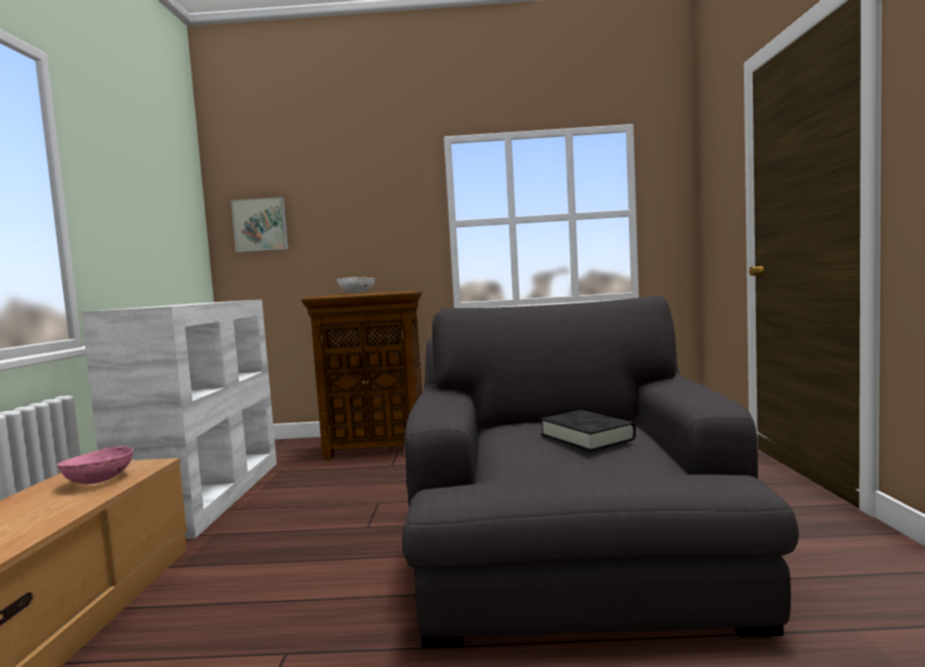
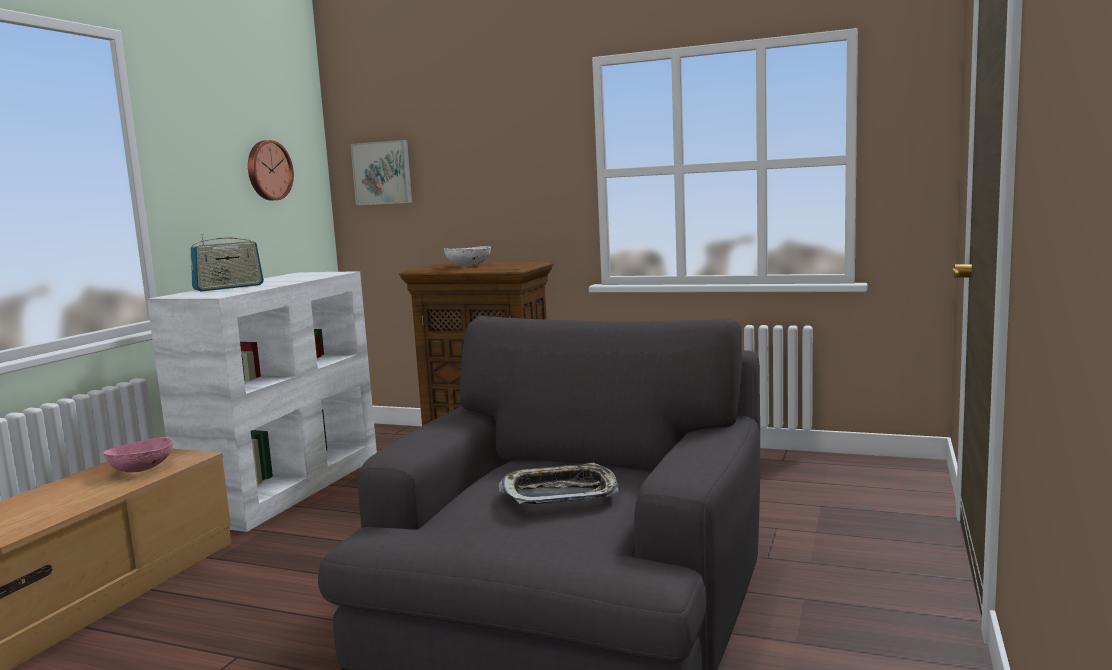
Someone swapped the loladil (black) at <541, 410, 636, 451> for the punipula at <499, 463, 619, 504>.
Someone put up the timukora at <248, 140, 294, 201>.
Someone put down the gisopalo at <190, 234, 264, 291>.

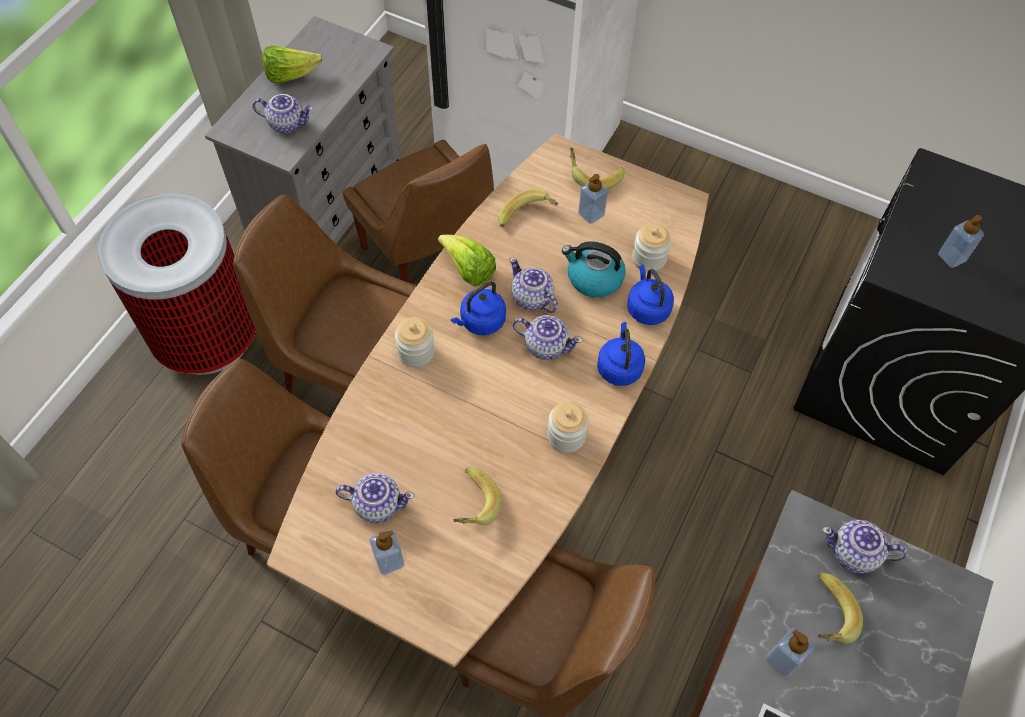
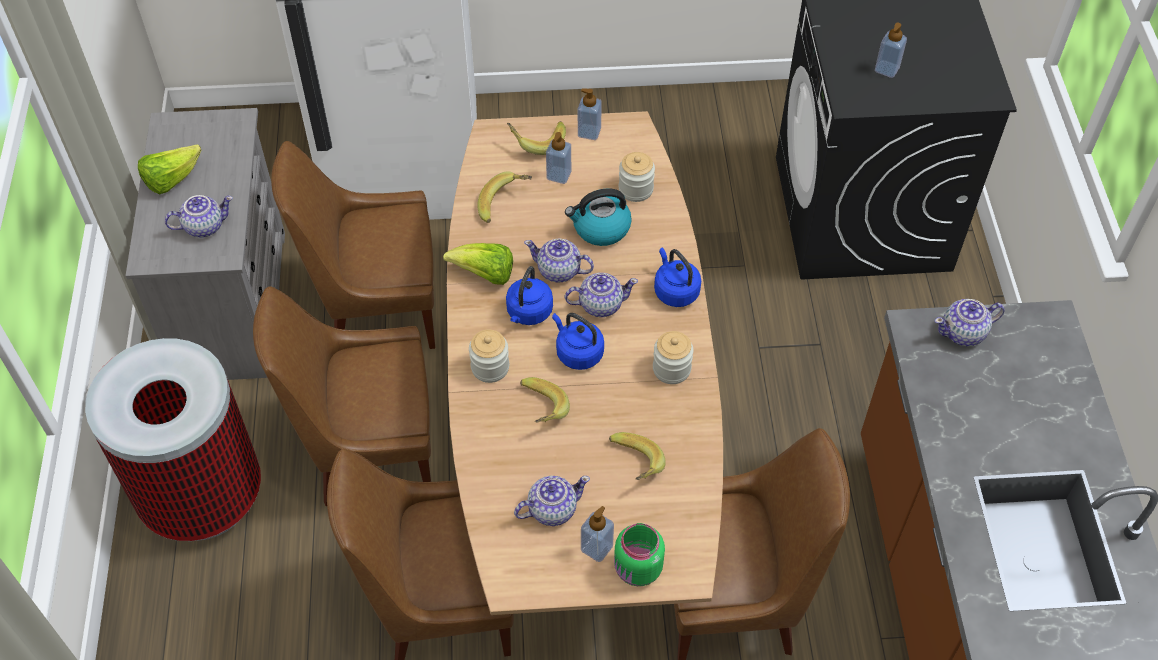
Someone rotated the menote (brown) at <342, 140, 494, 283> by 150 degrees clockwise.
Someone carried the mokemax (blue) from <627, 264, 674, 325> to <552, 313, 604, 370>.
Someone carried the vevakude from <817, 573, 863, 644> to <520, 377, 570, 422>.
Someone carried the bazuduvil from <766, 628, 815, 677> to <578, 89, 602, 140>.
Someone put down the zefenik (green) at <614, 523, 665, 586>.

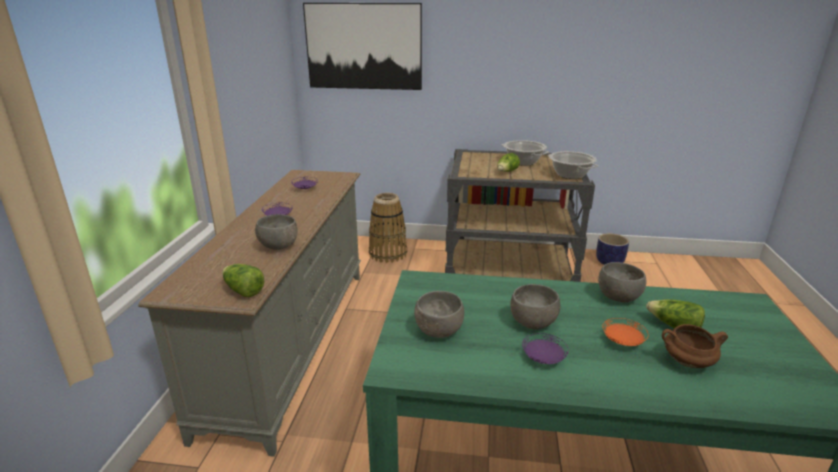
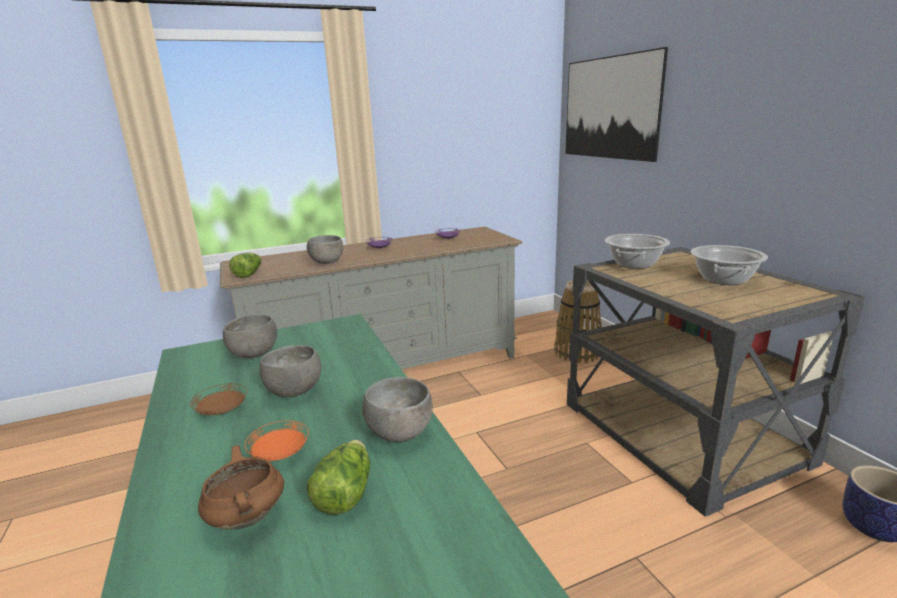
Someone carried the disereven from <548, 151, 598, 179> to <605, 234, 670, 269>.
Someone took away the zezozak at <497, 153, 520, 172>.
Someone repainted the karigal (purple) at <522, 333, 569, 364>, which became the karigal (brown) at <190, 383, 247, 415>.

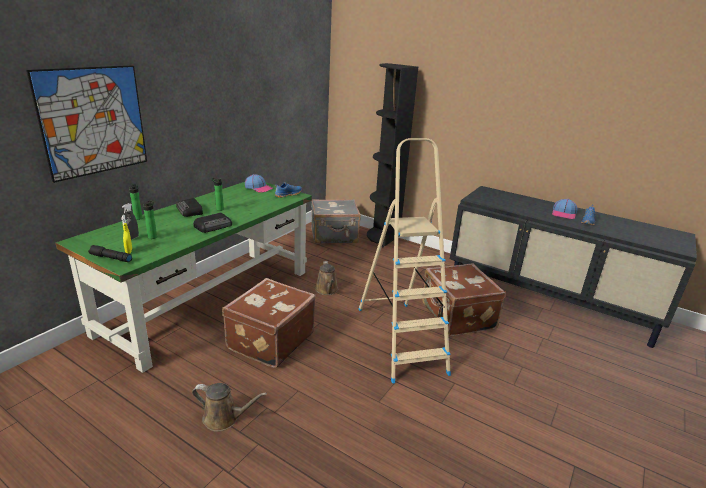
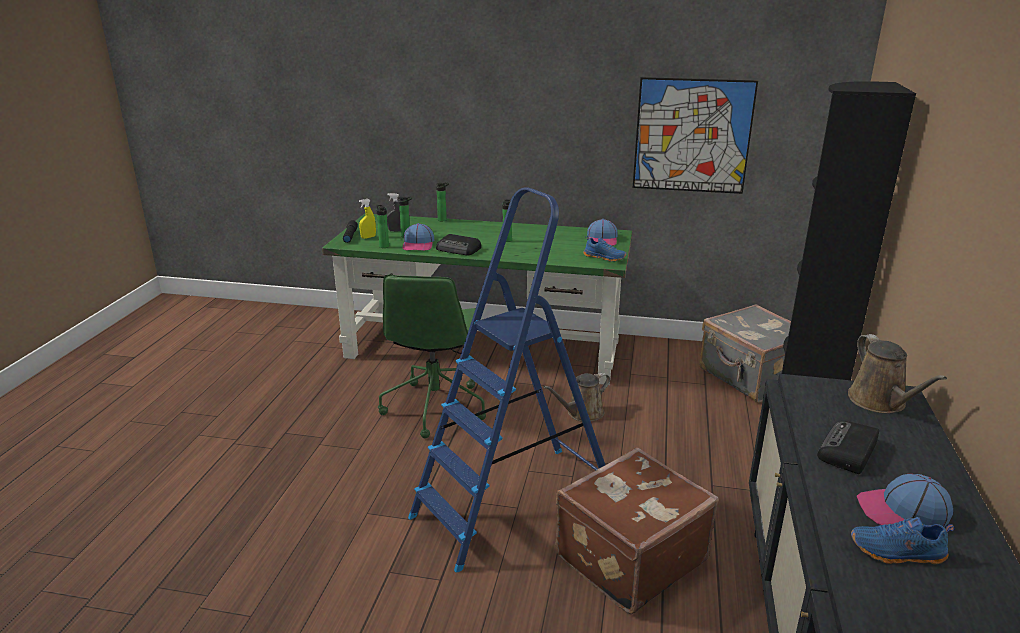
Someone carried the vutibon from <26, 65, 147, 183> to <633, 77, 758, 194>.
Someone repainted the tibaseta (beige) at <359, 138, 451, 383>, which became the tibaseta (blue) at <408, 187, 605, 573>.
Someone carried the gisopalo from <177, 198, 203, 217> to <817, 421, 879, 474>.
Someone swapped the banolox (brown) at <222, 278, 316, 368> for the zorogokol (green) at <378, 275, 486, 439>.
Someone carried the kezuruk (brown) from <192, 383, 267, 432> to <848, 334, 947, 413>.
Someone put down the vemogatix at <376, 205, 389, 248>.
Someone put down the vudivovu at <403, 223, 434, 251>.

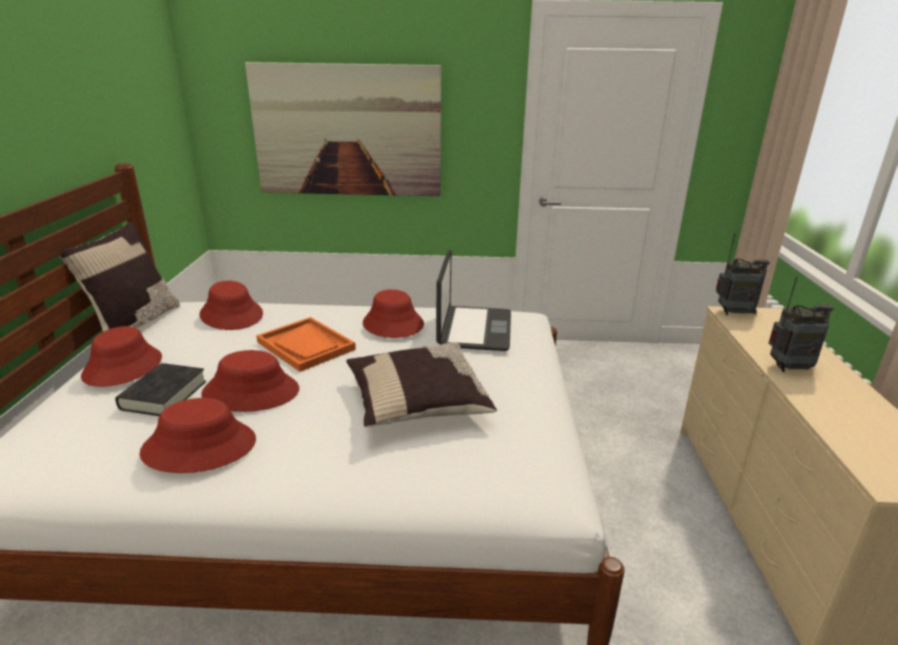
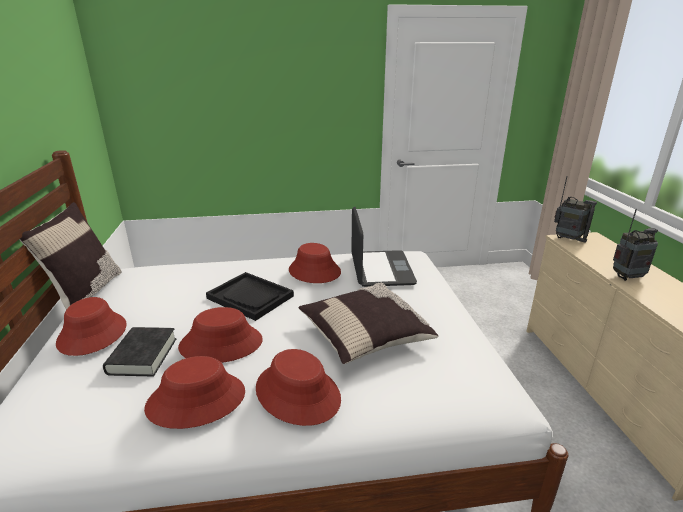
Someone took away the vutibon at <245, 62, 441, 196>.
Someone rotated the gisopalo at <716, 233, 770, 315> by 45 degrees clockwise.
Someone carried the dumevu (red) from <199, 281, 263, 330> to <256, 349, 341, 426>.
Someone repainted the punipula (orange) at <256, 317, 356, 372>, which became the punipula (black) at <206, 272, 294, 321>.

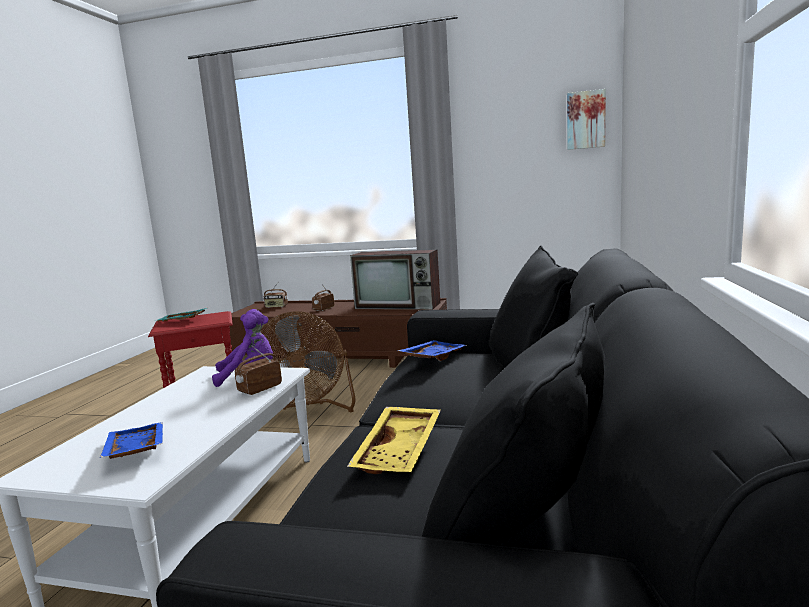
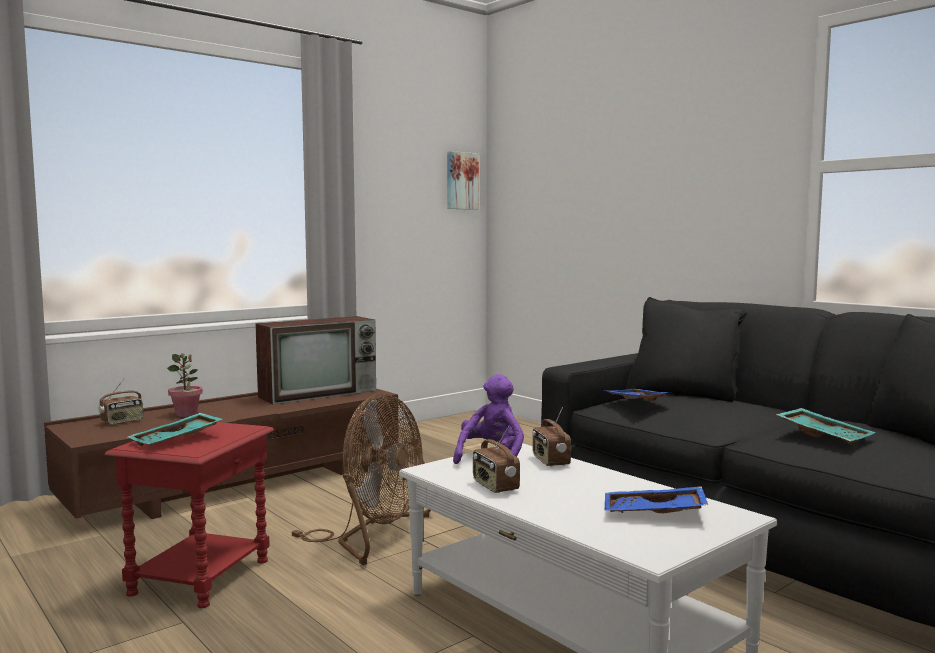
Someone carried the gisopalo from <312, 286, 334, 311> to <473, 426, 520, 493>.
Someone repainted the punipula (yellow) at <347, 407, 441, 474>, which became the punipula (turquoise) at <776, 408, 876, 445>.
Someone put down the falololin at <167, 353, 203, 417>.

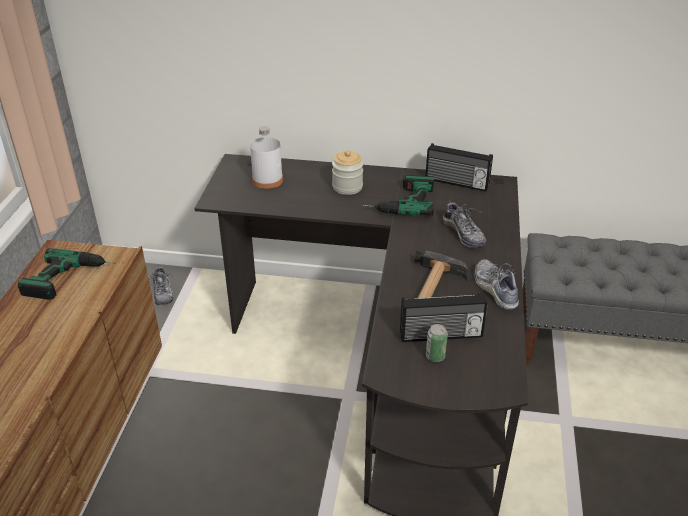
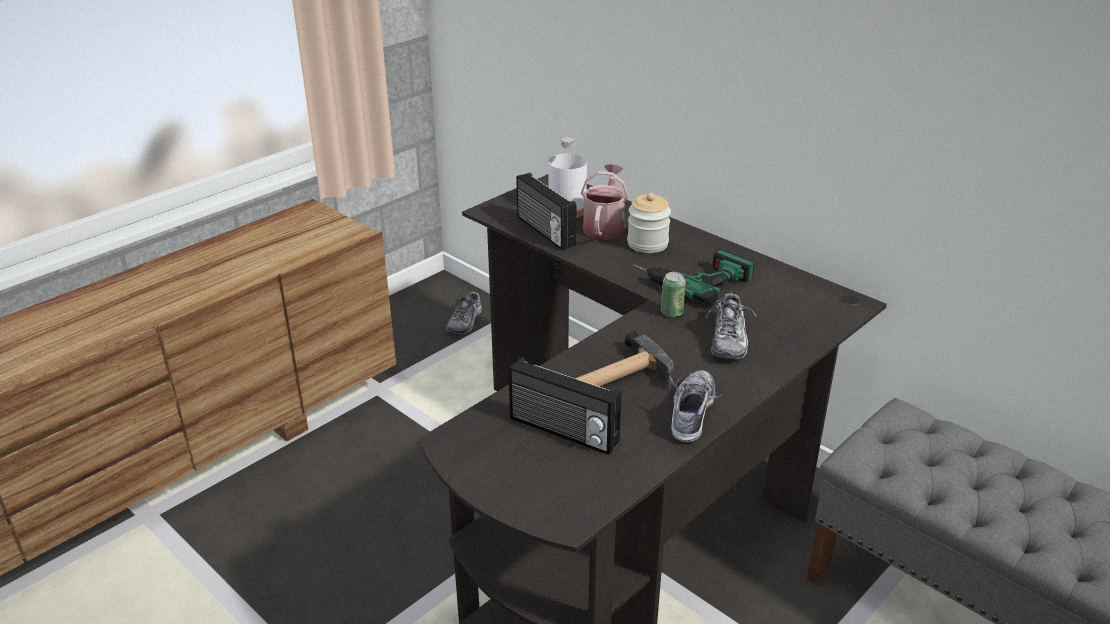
Someone carried the gisopalo from <426, 143, 493, 192> to <516, 173, 576, 250>.
Someone took away the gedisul at <18, 248, 118, 300>.
Someone carried the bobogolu from <426, 324, 448, 362> to <661, 272, 686, 317>.
Someone put down the kezuruk at <581, 164, 629, 240>.

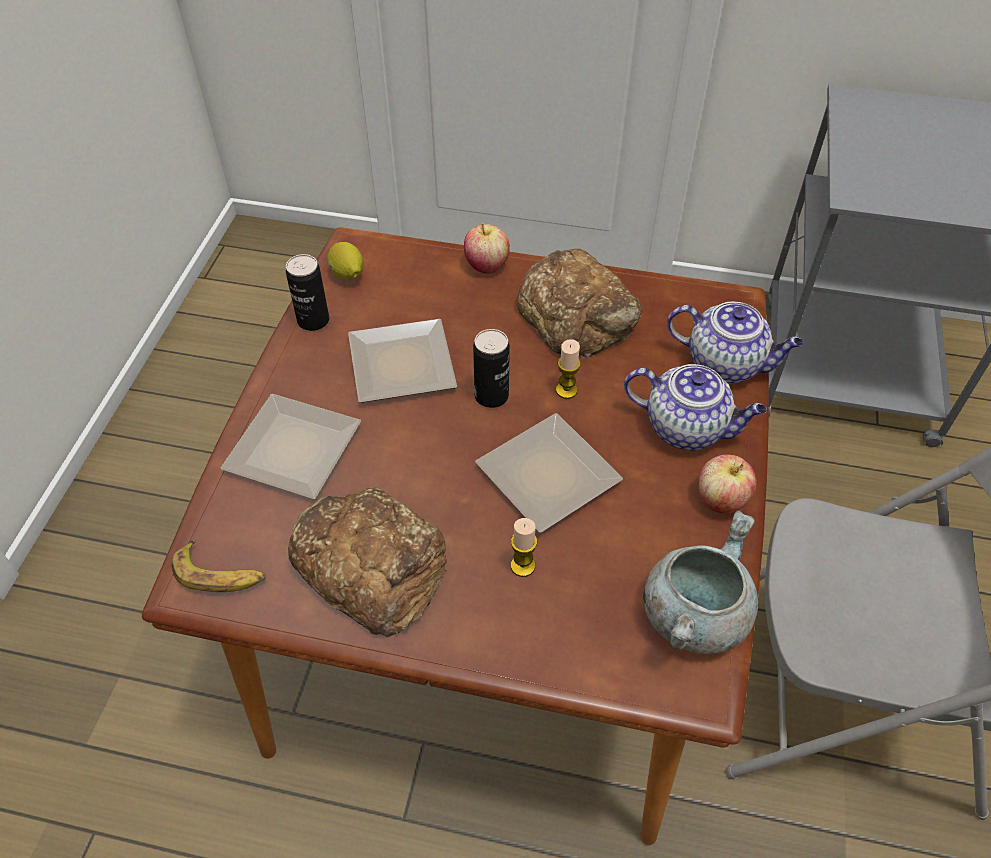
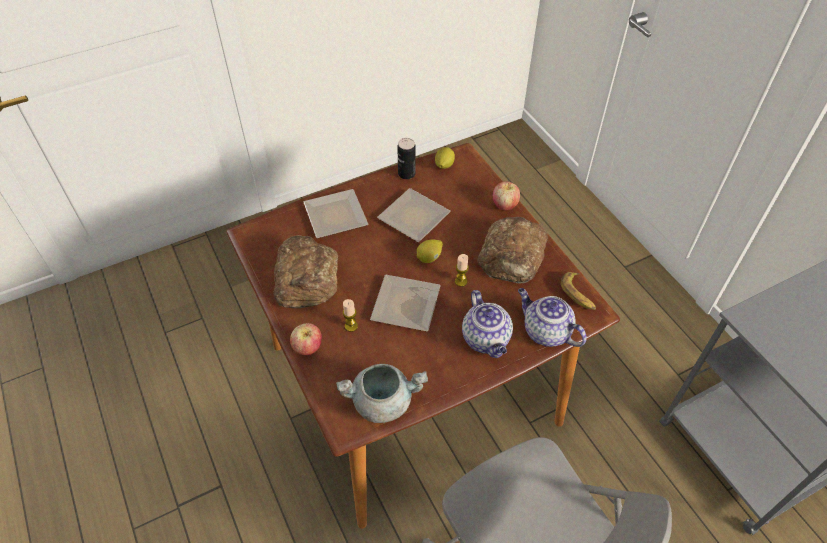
Someone rotated the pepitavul at <667, 302, 804, 383> by 150 degrees clockwise.
Someone swapped the bobogolu at <473, 329, 510, 408> for the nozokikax at <417, 239, 443, 263>.
Someone carried the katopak from <698, 454, 757, 513> to <290, 323, 322, 355>.
Someone carried the vevakude from <171, 540, 266, 592> to <561, 272, 596, 310>.

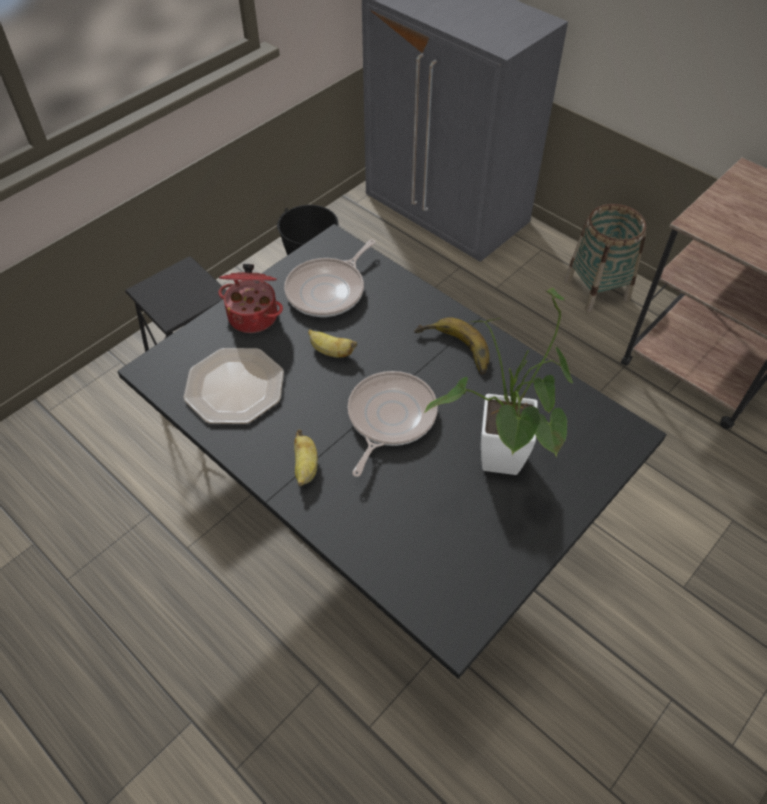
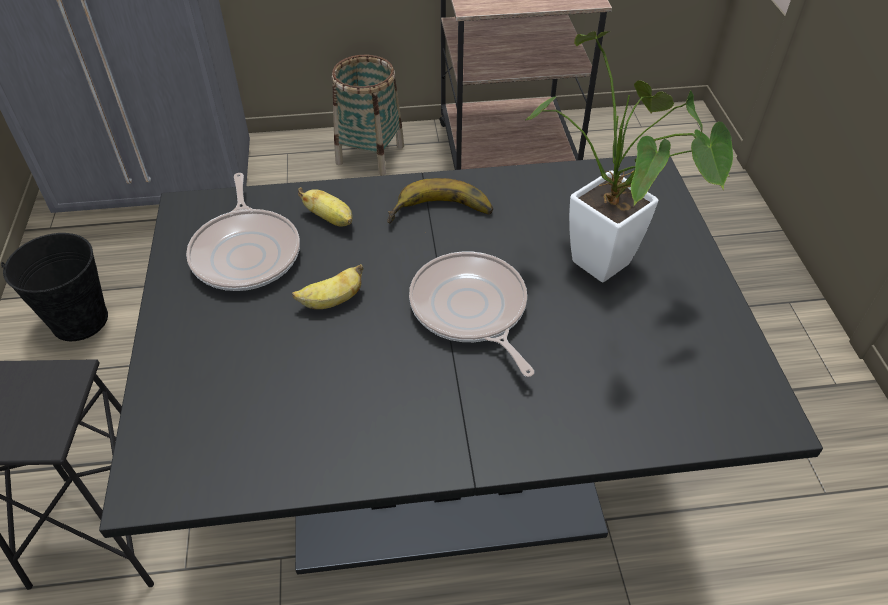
Someone took away the disereven at <218, 264, 283, 333>.
Someone took away the karigal at <183, 348, 284, 424>.
Someone carried the vevakude from <294, 430, 318, 486> to <298, 187, 353, 227>.

